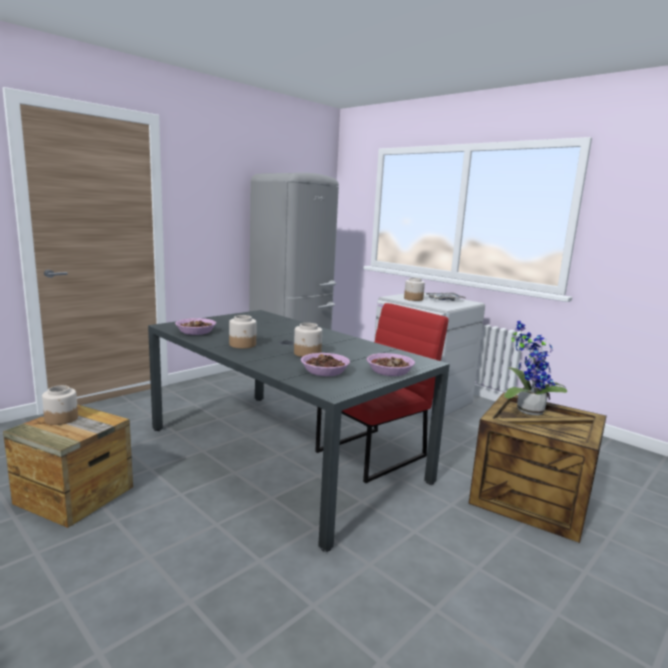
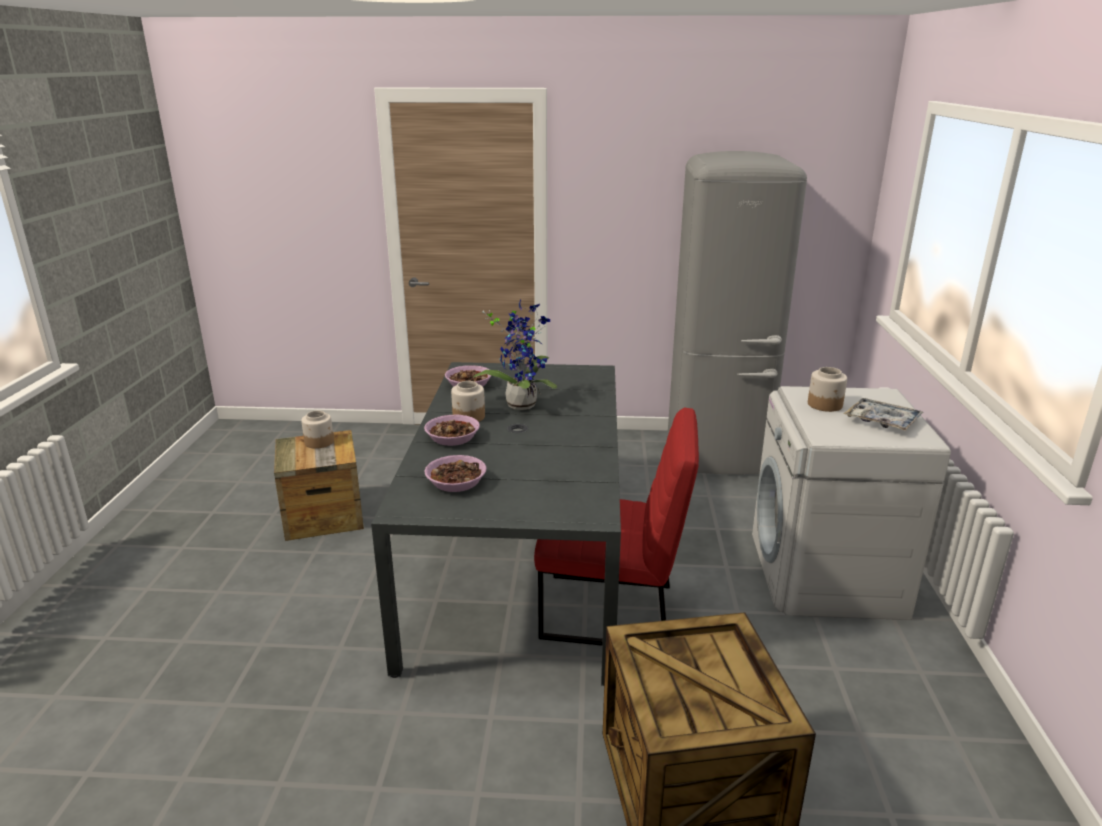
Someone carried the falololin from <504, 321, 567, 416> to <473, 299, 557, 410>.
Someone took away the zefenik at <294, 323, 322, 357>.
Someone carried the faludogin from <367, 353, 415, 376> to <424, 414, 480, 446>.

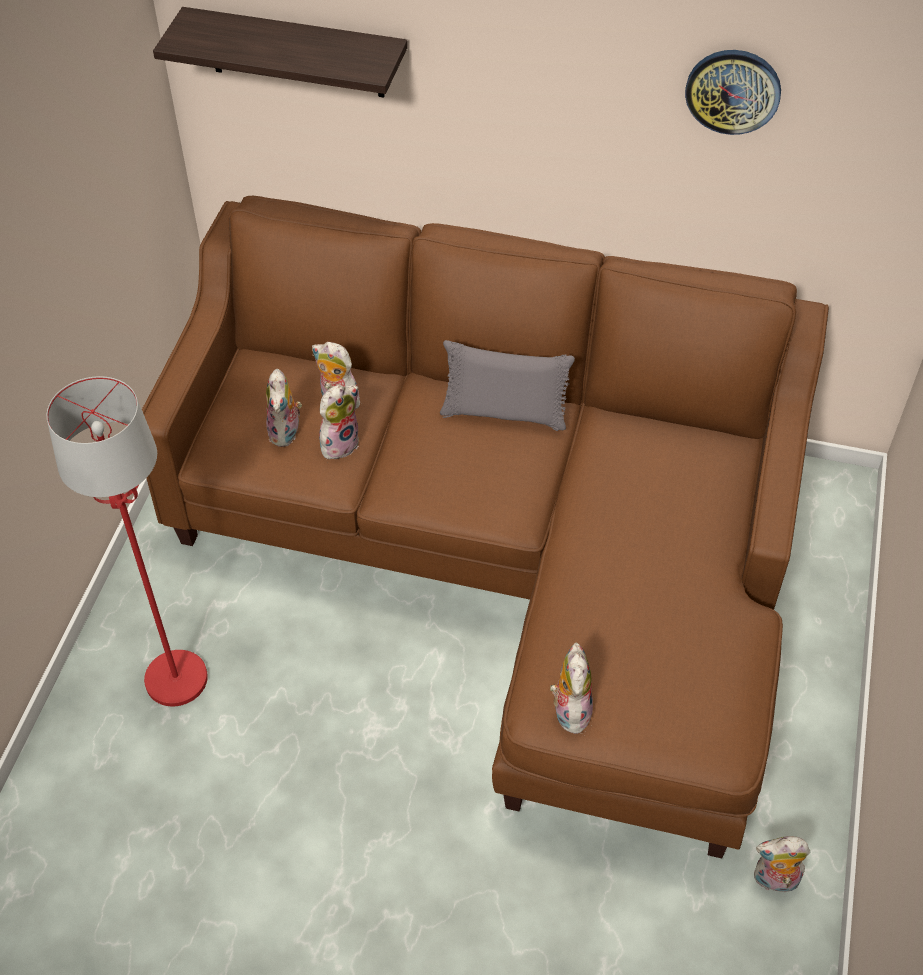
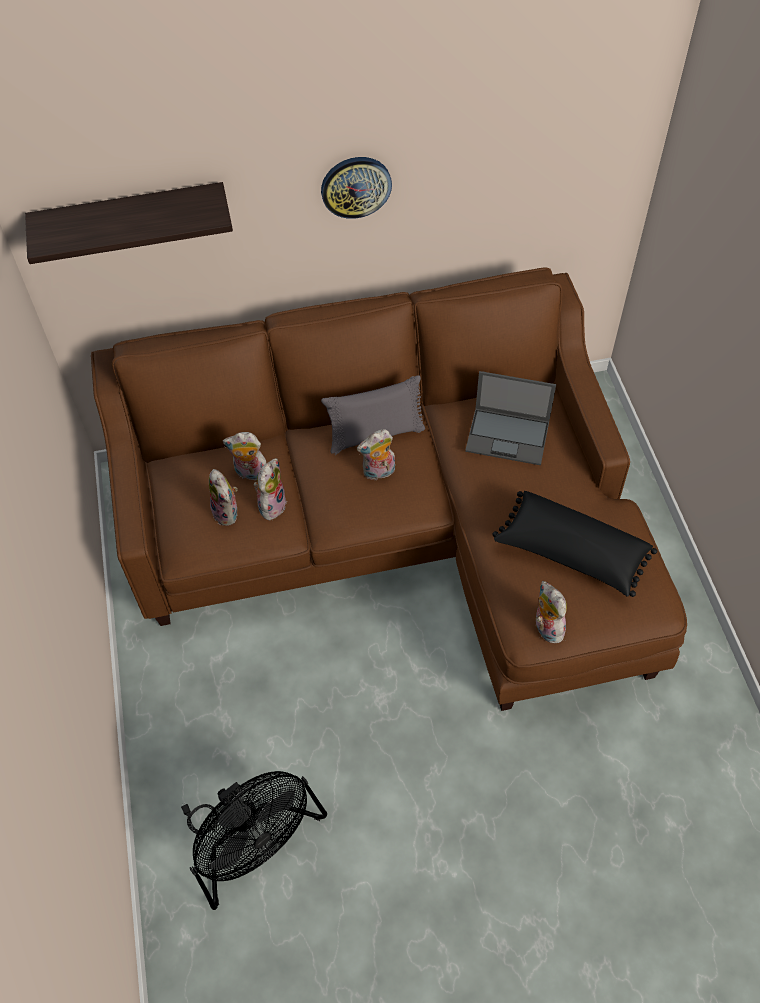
Someone carried the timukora from <685, 50, 781, 135> to <321, 157, 392, 219>.
Someone took away the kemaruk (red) at <46, 376, 208, 706>.
Someone carried the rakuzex from <754, 836, 810, 893> to <357, 429, 395, 480>.
Someone put down the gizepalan at <465, 371, 556, 465>.
Someone put down the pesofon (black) at <492, 491, 657, 597>.
Someone put down the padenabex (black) at <181, 771, 327, 910>.

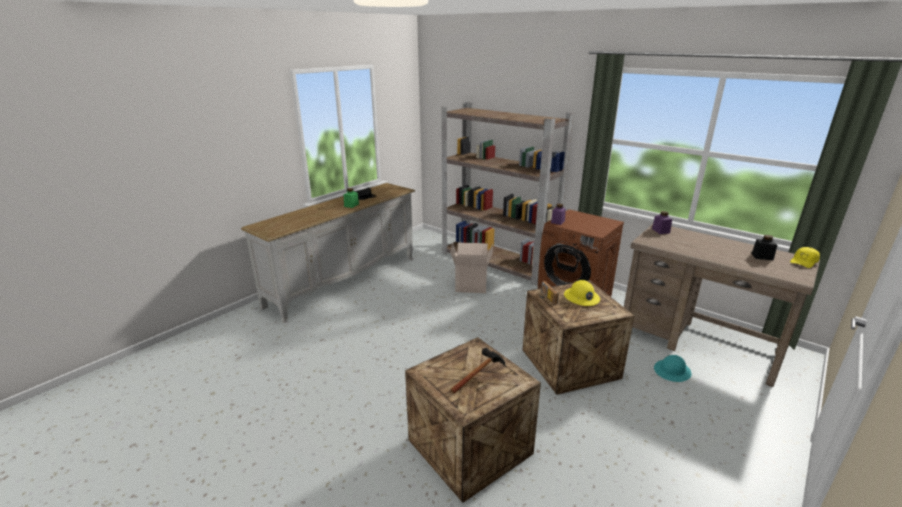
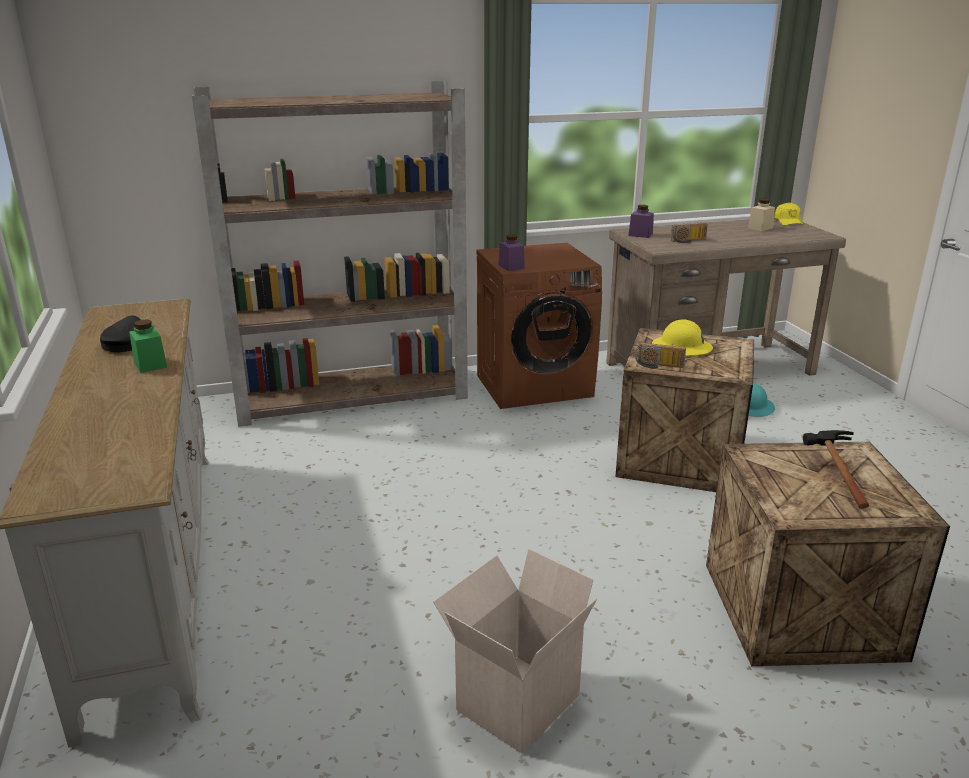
Someone repainted the zefenik (black) at <751, 235, 777, 260>, which became the zefenik (beige) at <748, 199, 775, 231>.
Someone carried the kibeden from <450, 242, 493, 293> to <433, 549, 598, 754>.
Someone put down the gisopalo at <671, 222, 708, 243>.

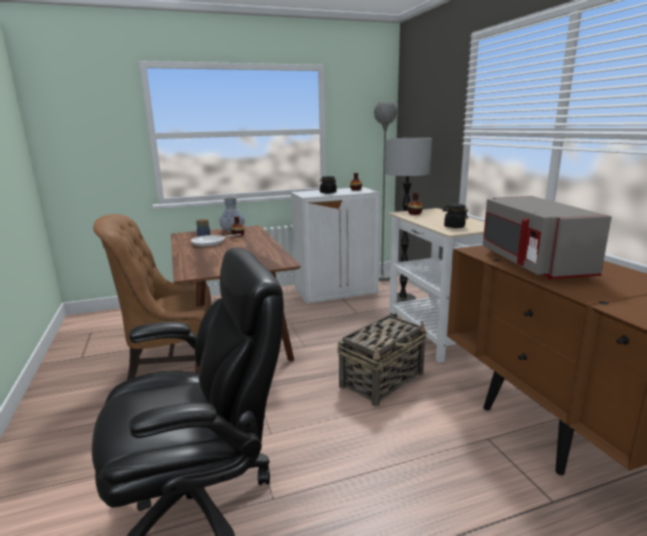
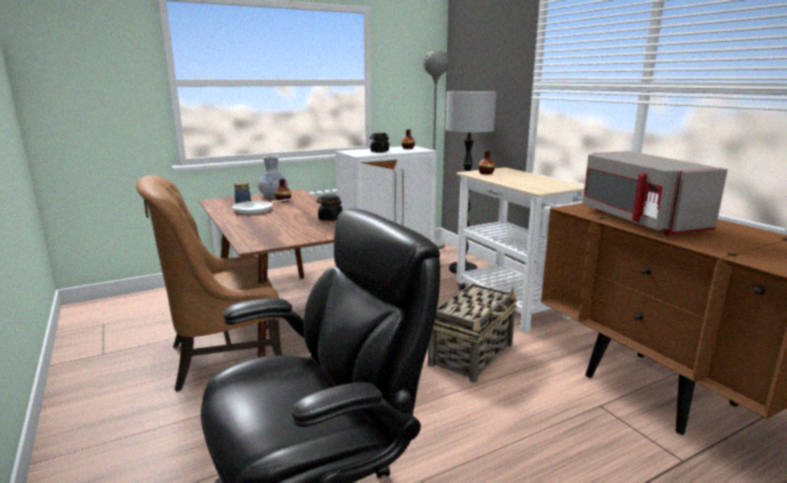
Someone carried the zefenik (black) from <443, 204, 468, 228> to <316, 194, 343, 221>.

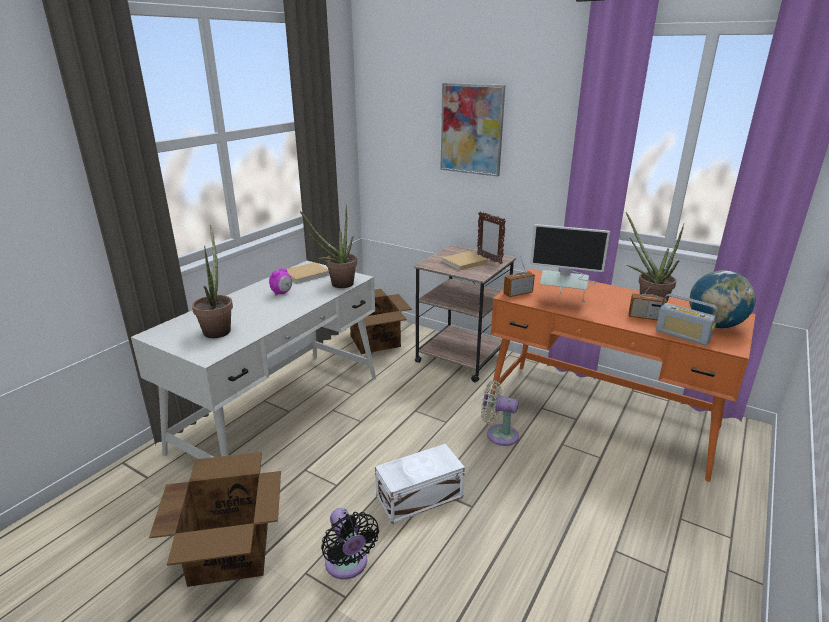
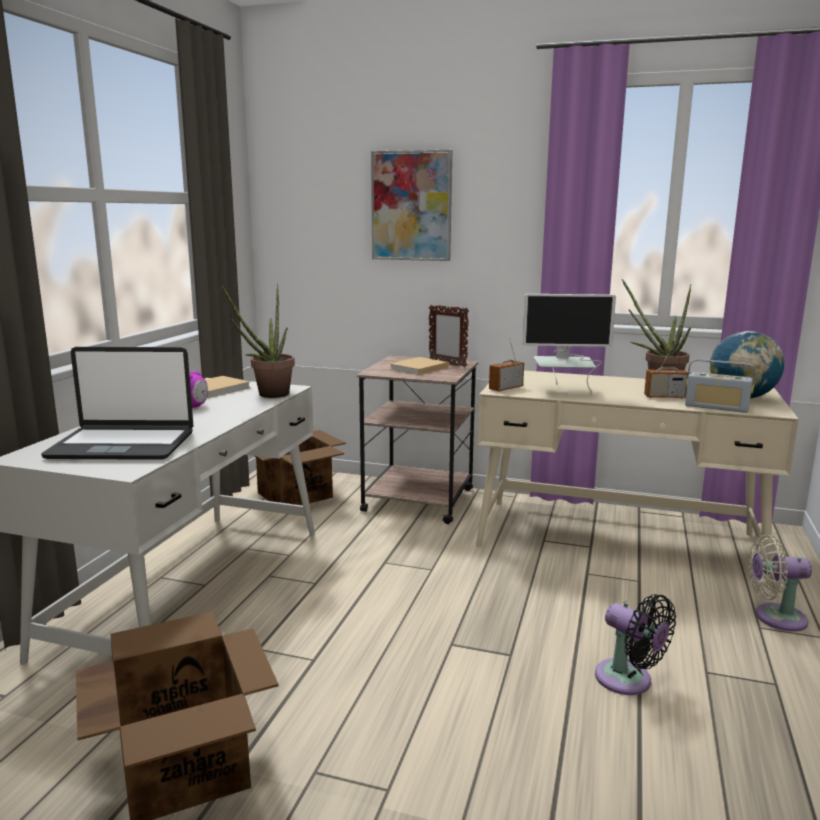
Someone swapped the falololin at <192, 225, 233, 338> for the gizepalan at <41, 347, 193, 460>.
Someone repainted the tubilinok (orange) at <489, 269, 755, 482>, which became the tubilinok (beige) at <476, 371, 799, 587>.
Someone carried the padenabex (beige) from <481, 380, 519, 446> to <748, 534, 812, 631>.
Someone took away the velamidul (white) at <375, 444, 465, 524>.
Someone carried the padenabex (black) from <321, 508, 379, 579> to <595, 594, 676, 695>.

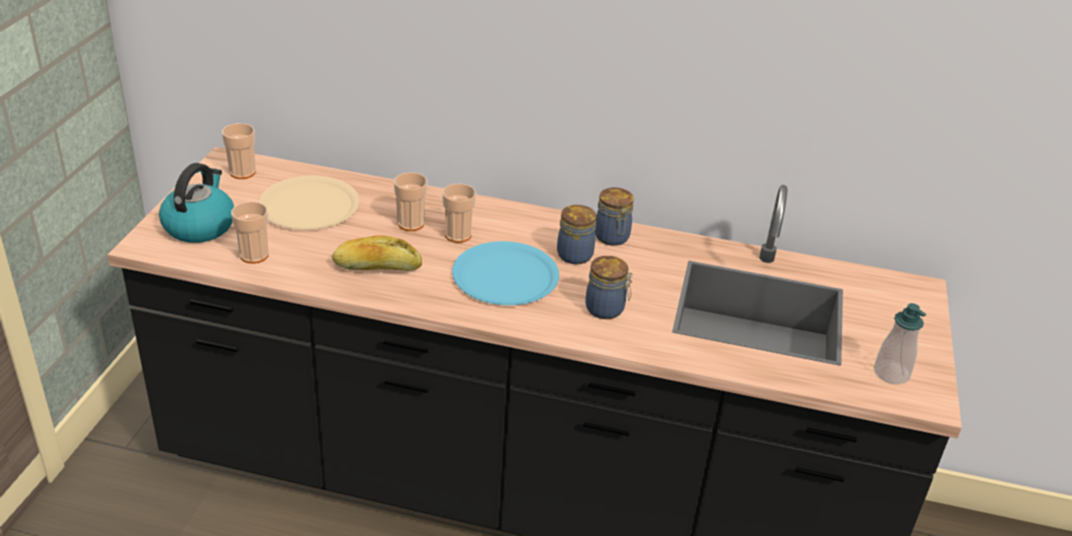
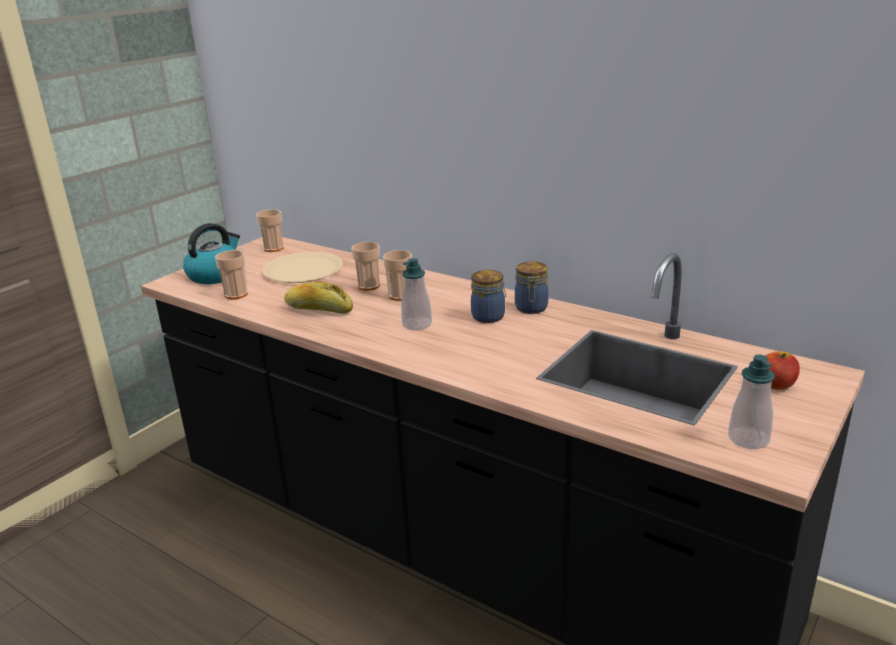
Someone swapped the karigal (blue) at <452, 241, 559, 305> for the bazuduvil at <401, 258, 432, 330>.
Someone took away the zefenik at <585, 256, 633, 319>.
Someone put down the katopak at <766, 351, 800, 390>.

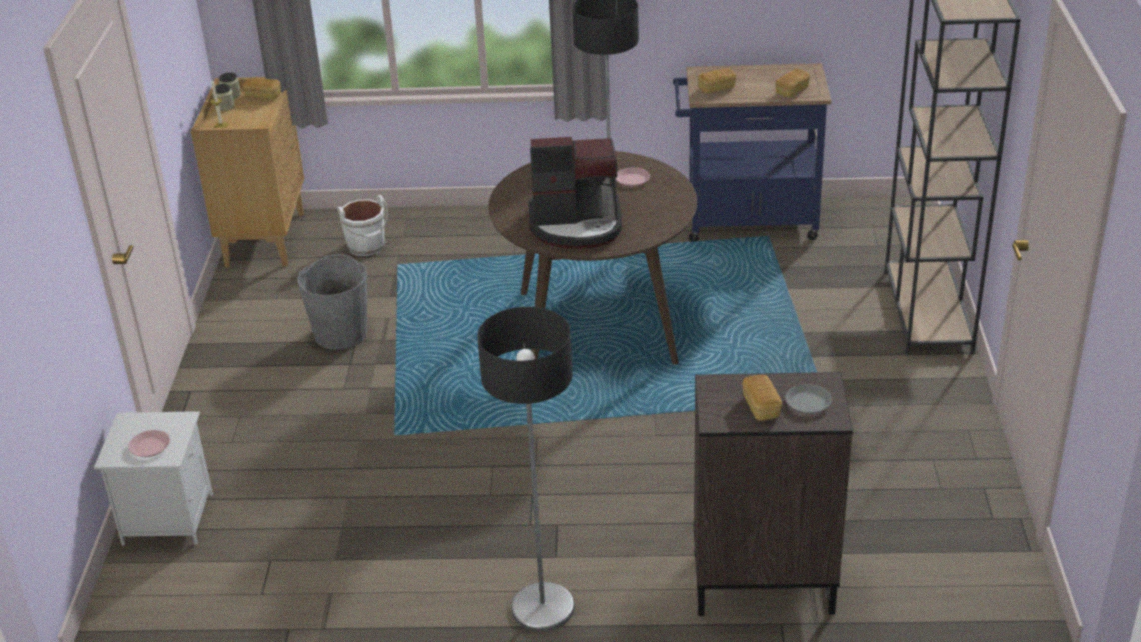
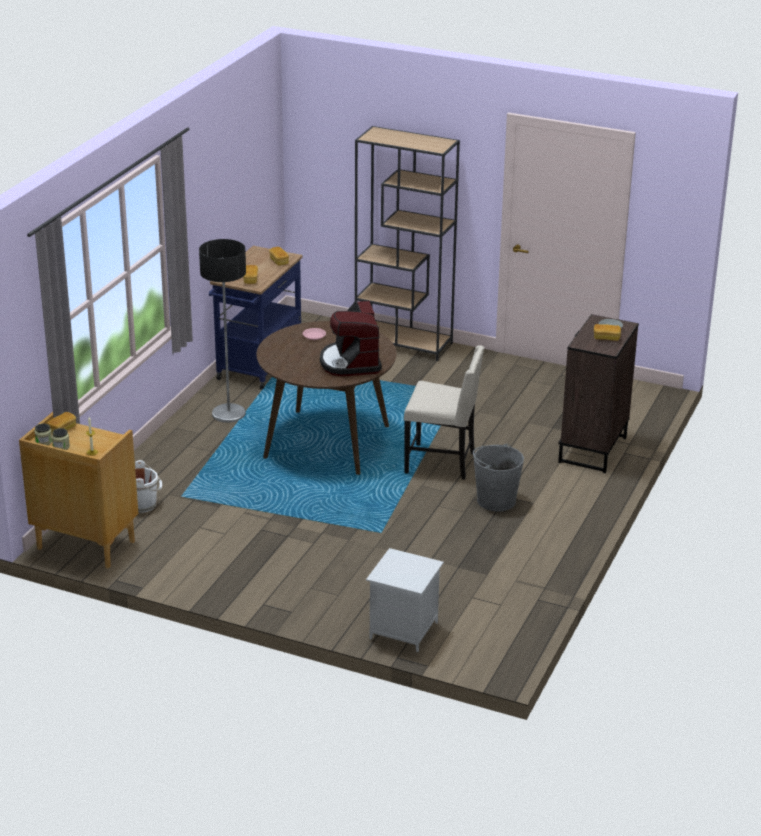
Someone rotated the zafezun at <528, 137, 622, 249> by 150 degrees clockwise.
Someone carried the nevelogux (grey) from <297, 254, 367, 350> to <473, 444, 524, 512>.
Someone took away the kemaruk at <477, 307, 575, 631>.
Someone took away the karigal (pink) at <128, 430, 170, 457>.
Someone put down the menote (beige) at <404, 345, 484, 480>.

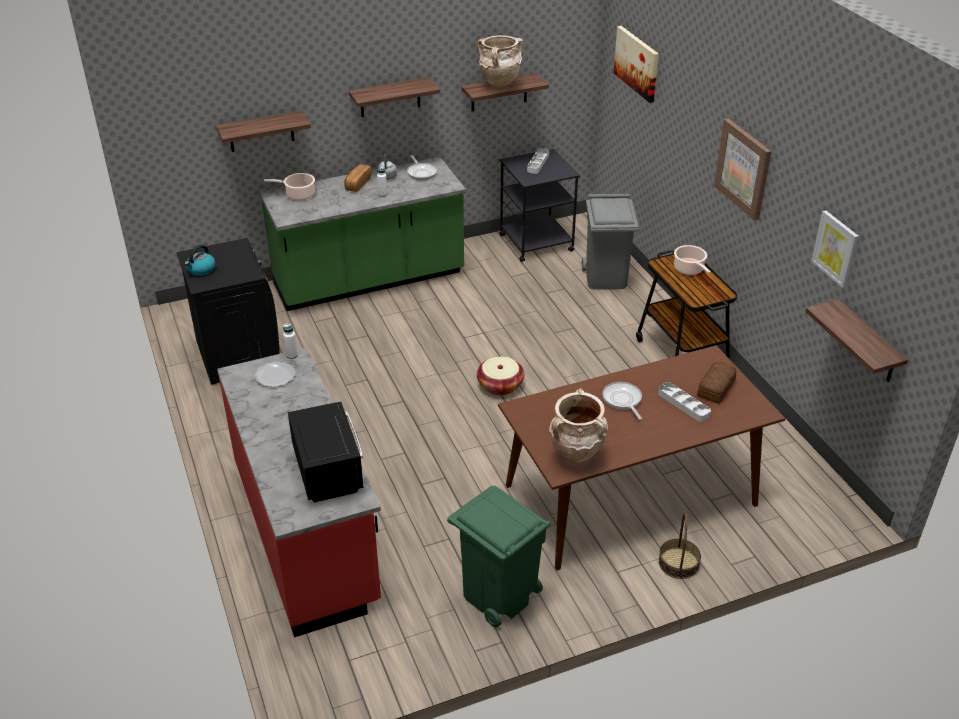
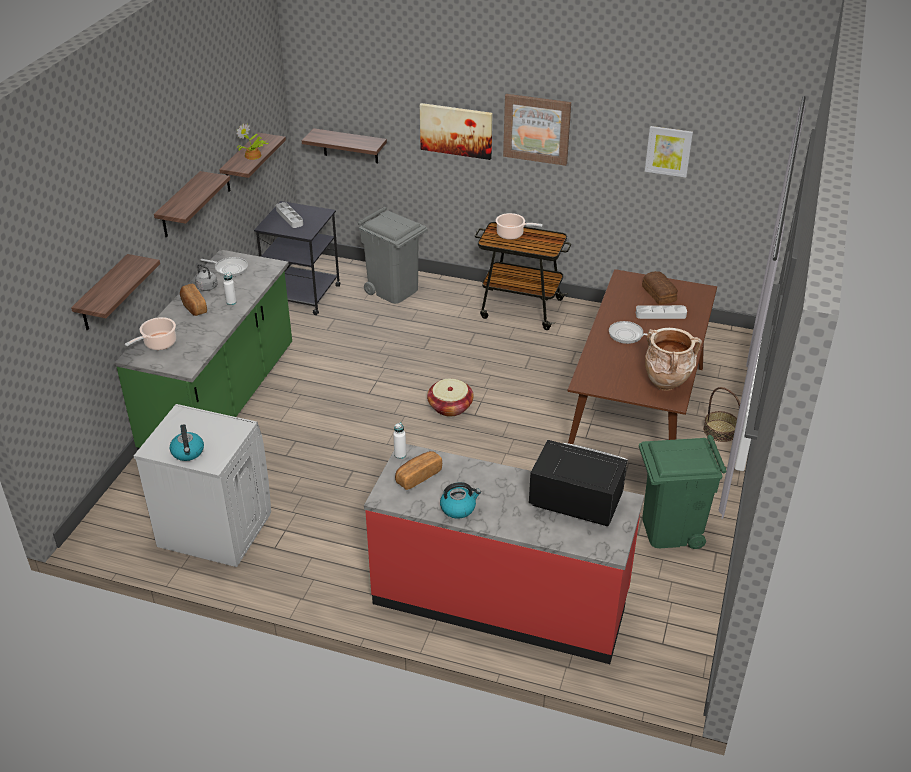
Someone carried the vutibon from <614, 26, 659, 103> to <420, 103, 493, 160>.
Someone swapped the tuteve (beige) at <477, 35, 523, 90> for the falololin at <236, 123, 268, 160>.
Someone repainted the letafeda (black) at <177, 238, 280, 385>, which became the letafeda (white) at <134, 404, 271, 567>.
Someone carried the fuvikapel from <805, 300, 908, 382> to <302, 128, 387, 163>.
Someone swapped the karigal at <255, 362, 295, 387> for the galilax at <395, 451, 442, 490>.
Someone put down the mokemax at <440, 482, 481, 519>.

